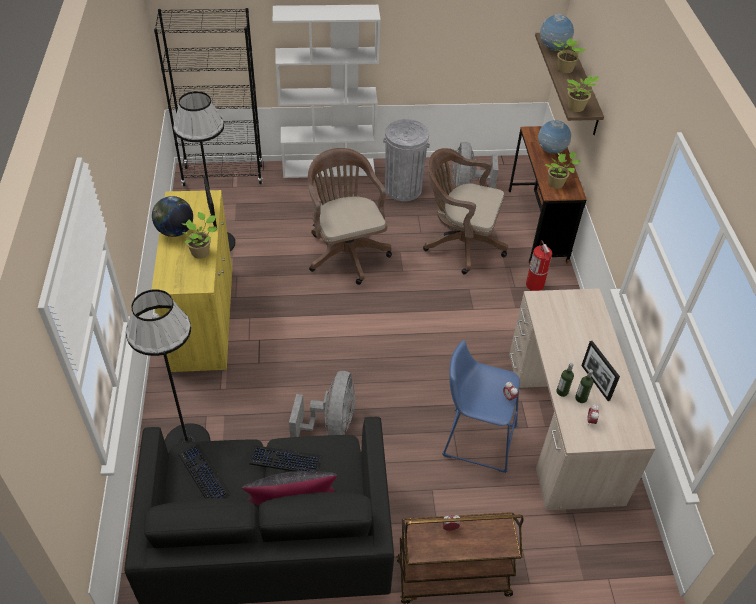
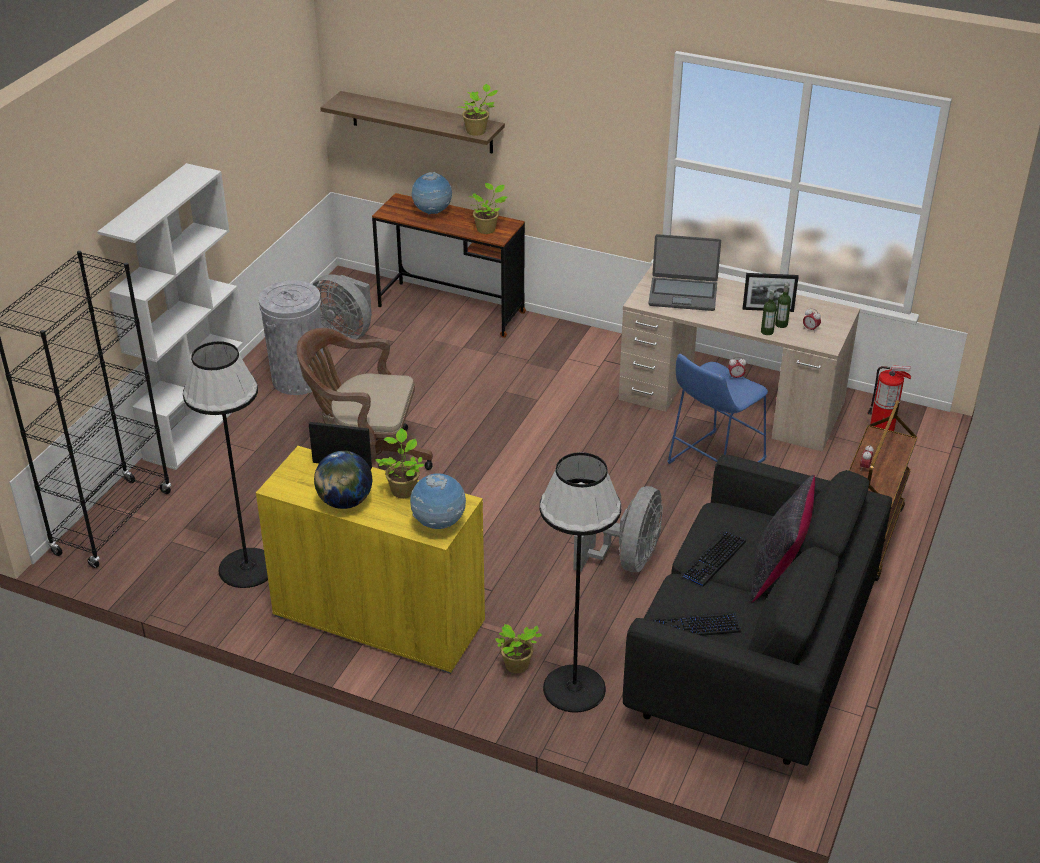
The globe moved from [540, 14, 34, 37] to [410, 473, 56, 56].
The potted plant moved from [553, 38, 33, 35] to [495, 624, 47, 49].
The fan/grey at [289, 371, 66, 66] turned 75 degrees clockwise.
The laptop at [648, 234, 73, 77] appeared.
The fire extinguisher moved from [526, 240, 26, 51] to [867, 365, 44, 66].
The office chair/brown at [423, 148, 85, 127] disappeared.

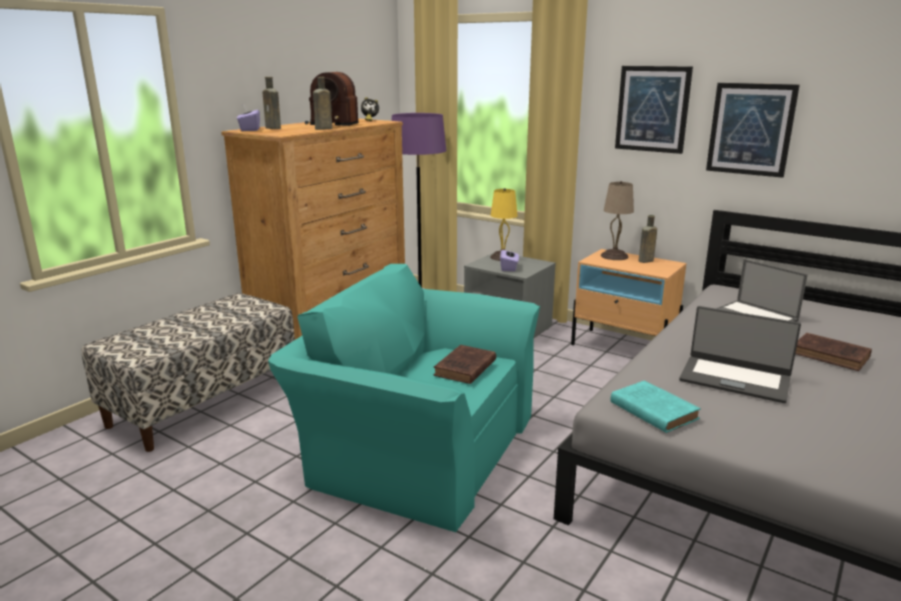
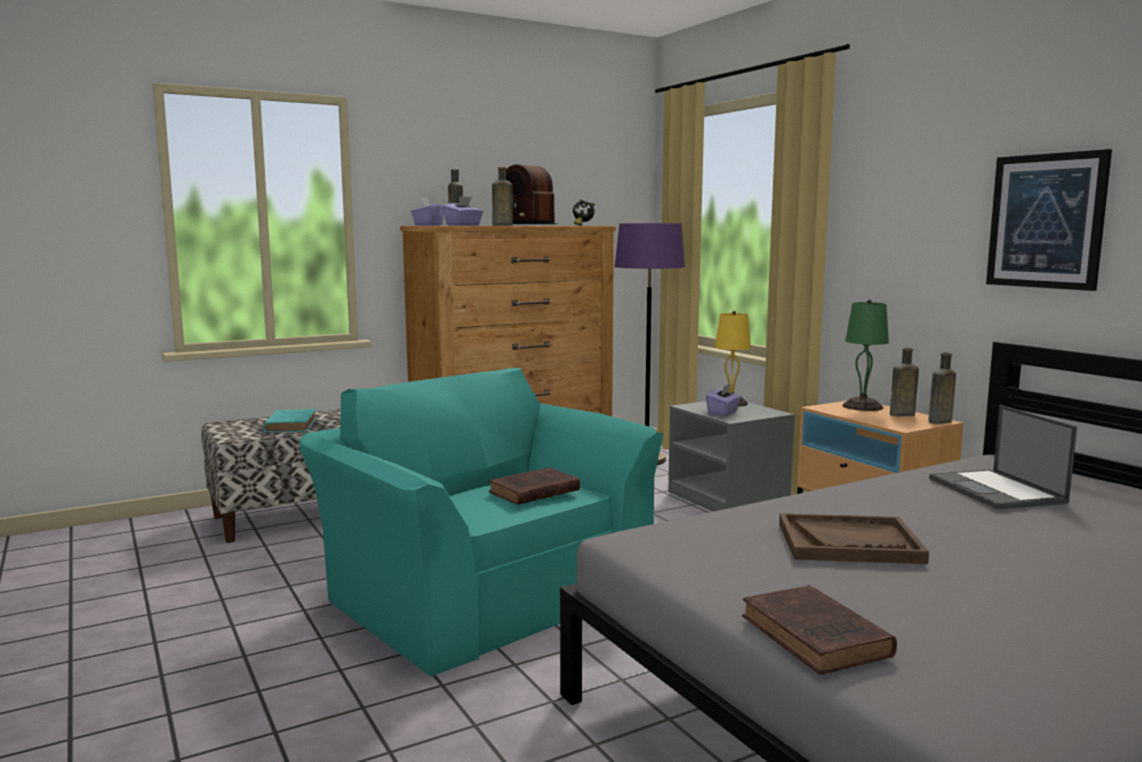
The book/turquoise moved from [610, 380, 91, 53] to [263, 409, 54, 24].
The tissue box/purple at [443, 196, 40, 30] appeared.
The book/brown moved from [795, 333, 77, 38] to [742, 585, 155, 90].
The laptop at [679, 306, 122, 97] was replaced by the tray/brown at [779, 513, 150, 51].
The table lamp/beige at [601, 181, 33, 79] became the table lamp/green at [842, 299, 47, 112].
The bottle/brown at [928, 352, 28, 72] appeared.
The picture at [615, 66, 78, 88] disappeared.

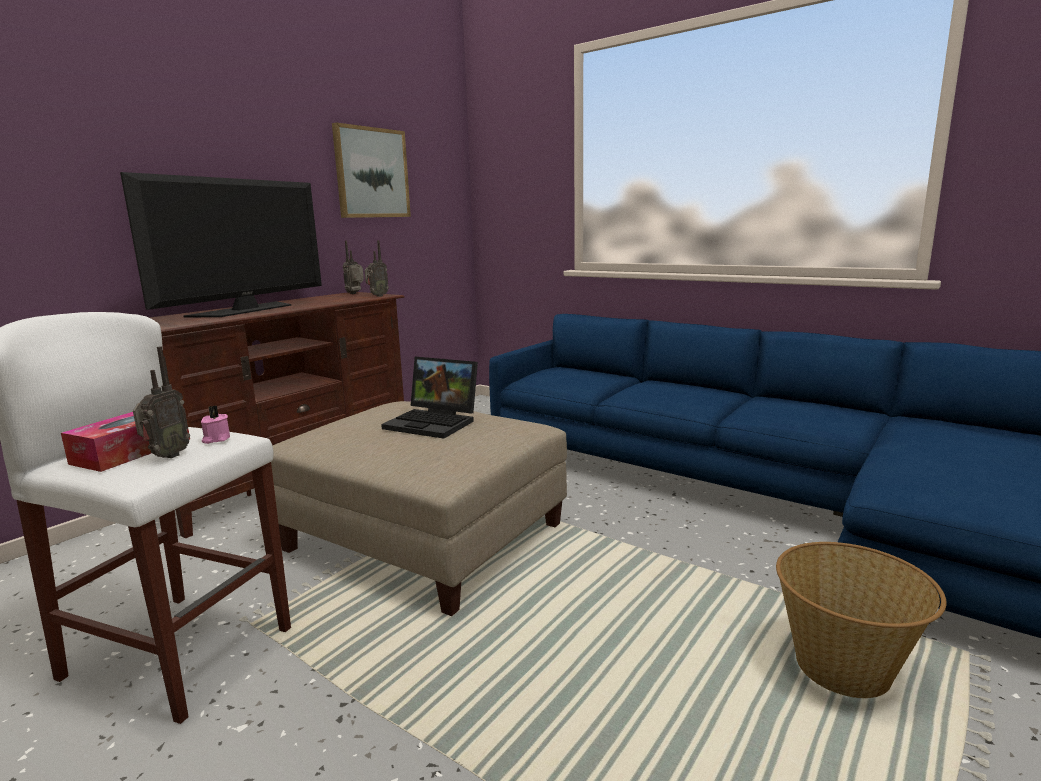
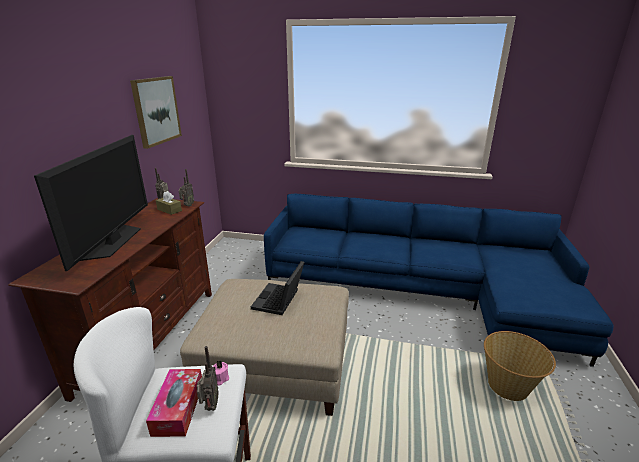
The tissue box/brown at [156, 191, 26, 24] appeared.
The laptop at [381, 357, 97, 82] turned 105 degrees clockwise.

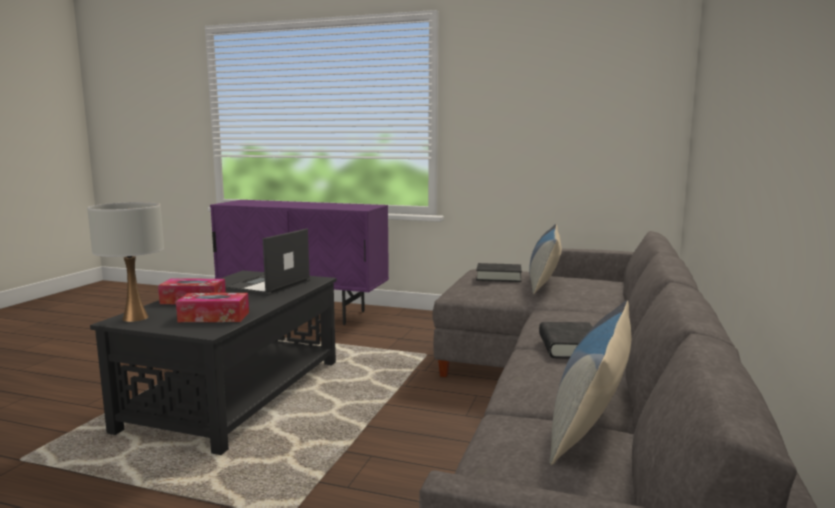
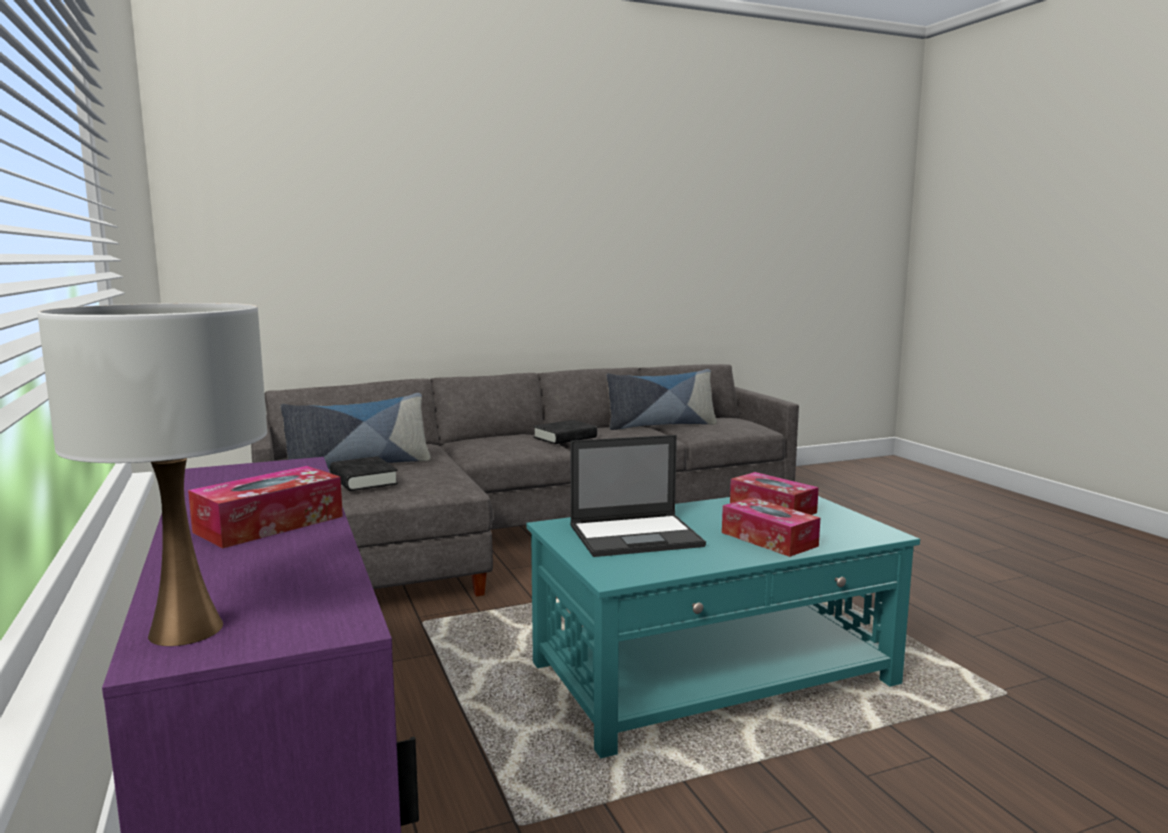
The table lamp/white moved from [87, 202, 77, 120] to [37, 303, 230, 343].
The tissue box at [188, 466, 155, 82] appeared.
The coffee table/black at [90, 270, 246, 185] became the coffee table/turquoise at [526, 496, 394, 262].

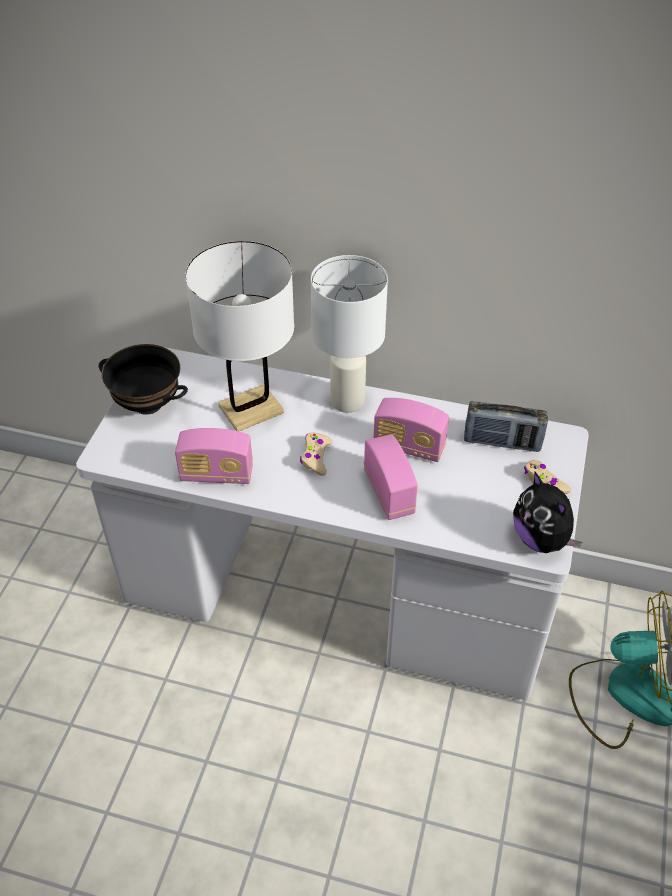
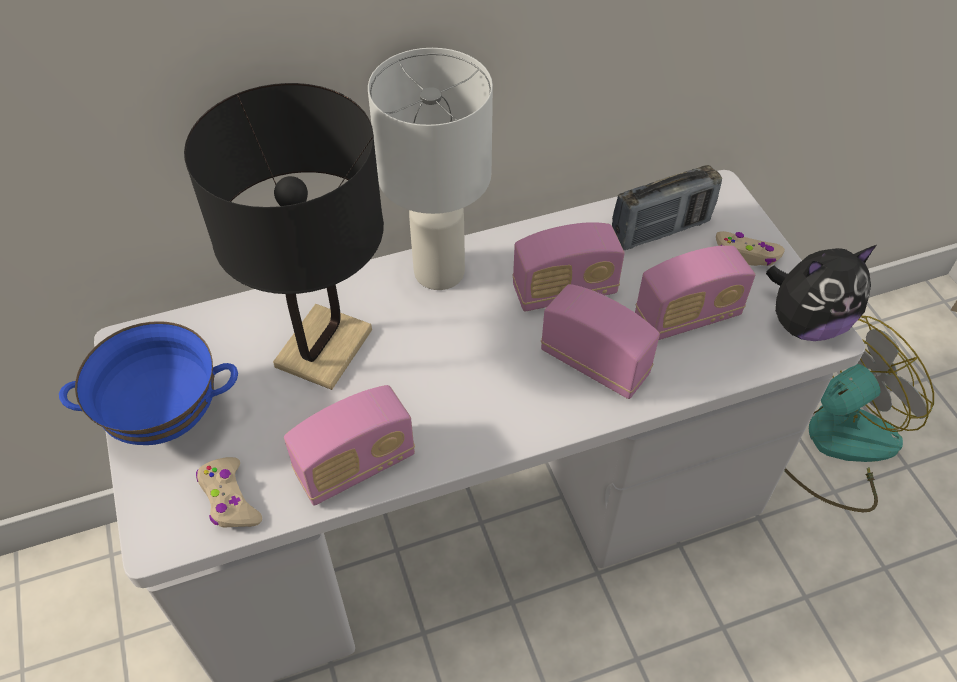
The bowl/black at [99, 344, 89, 71] became the bowl/blue at [59, 321, 179, 124].
The table lamp/white at [185, 241, 109, 190] became the table lamp/black at [184, 83, 200, 307].
The game controller/beige moved from [300, 432, 33, 44] to [196, 457, 66, 70].
The radio at [635, 245, 120, 95] appeared.
The plush toy at [513, 472, 69, 81] turned 45 degrees counterclockwise.

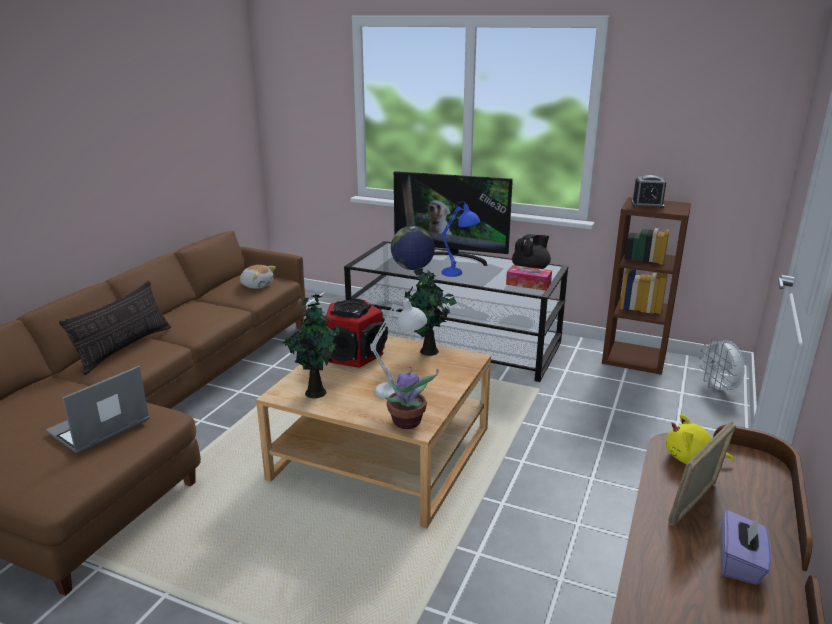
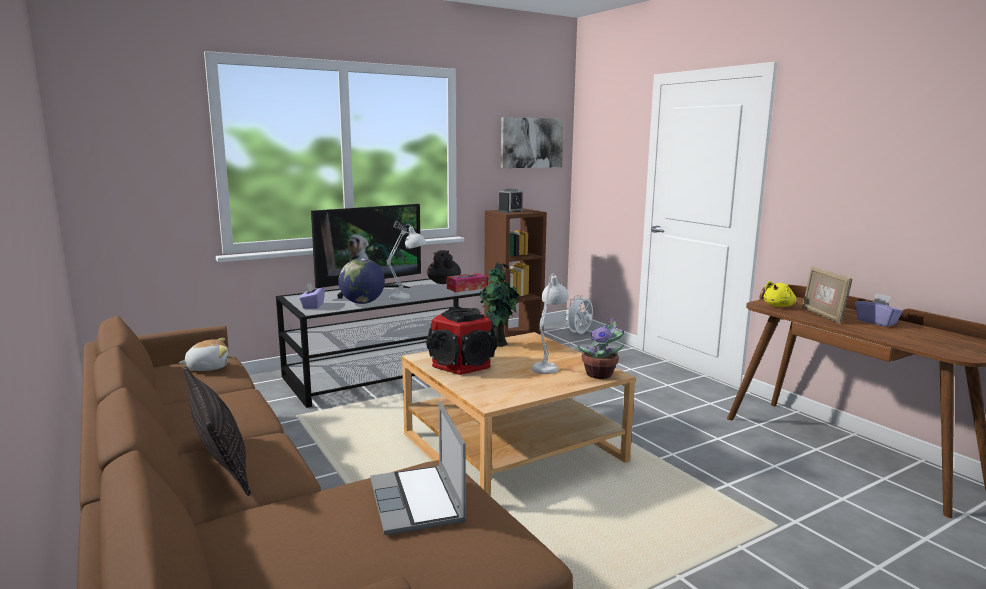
The tissue box/purple at [300, 283, 25, 26] appeared.
The table lamp/blue at [441, 202, 39, 75] became the table lamp/white at [387, 225, 39, 75].
The picture at [501, 117, 63, 51] appeared.
The fan/white at [699, 338, 46, 56] turned 105 degrees clockwise.
The potted plant at [283, 294, 57, 104] disappeared.

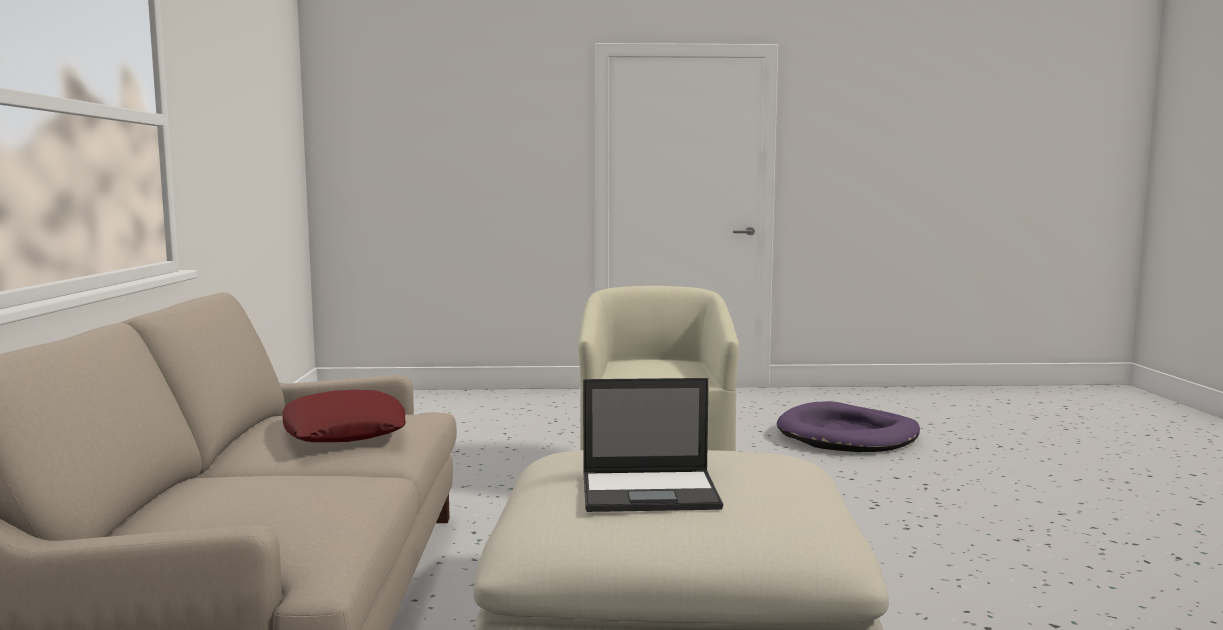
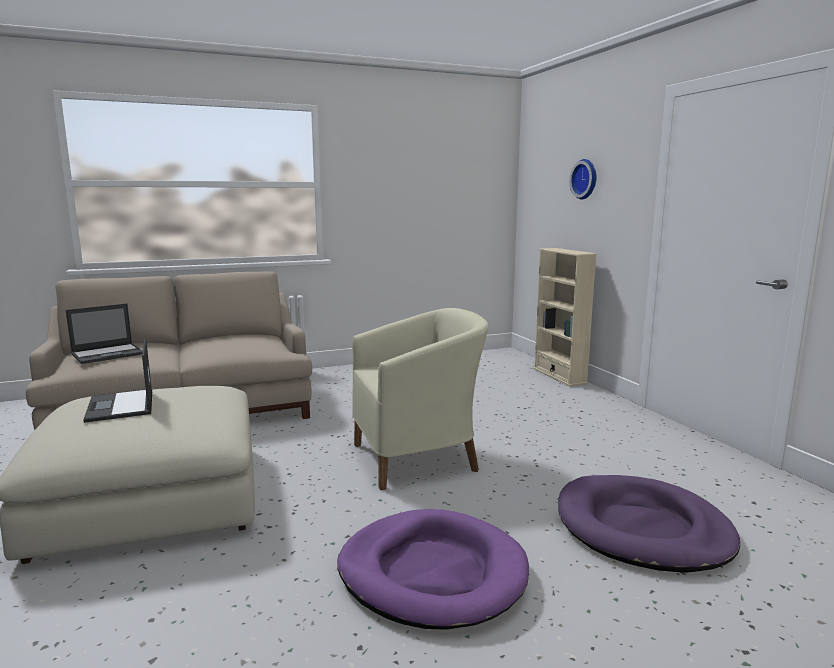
The laptop at [66, 304, 77, 60] appeared.
The dog bed/purple at [337, 509, 192, 121] appeared.
The bookcase/beige at [533, 248, 64, 139] appeared.
The wall clock at [569, 159, 28, 40] appeared.
The pillow/red at [282, 390, 124, 52] disappeared.

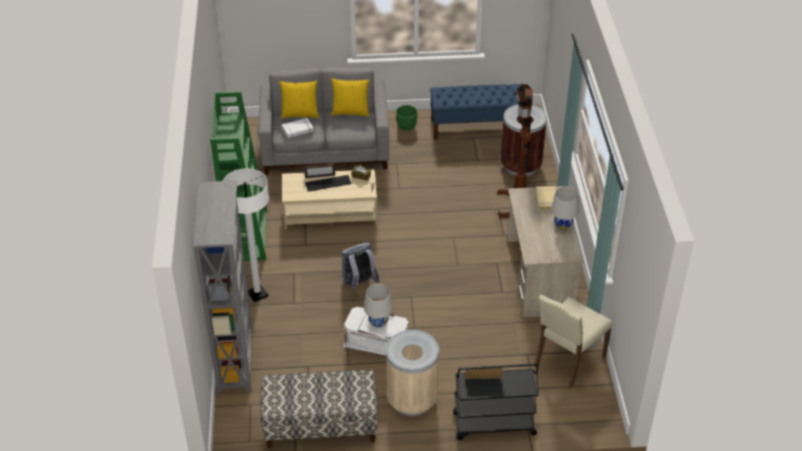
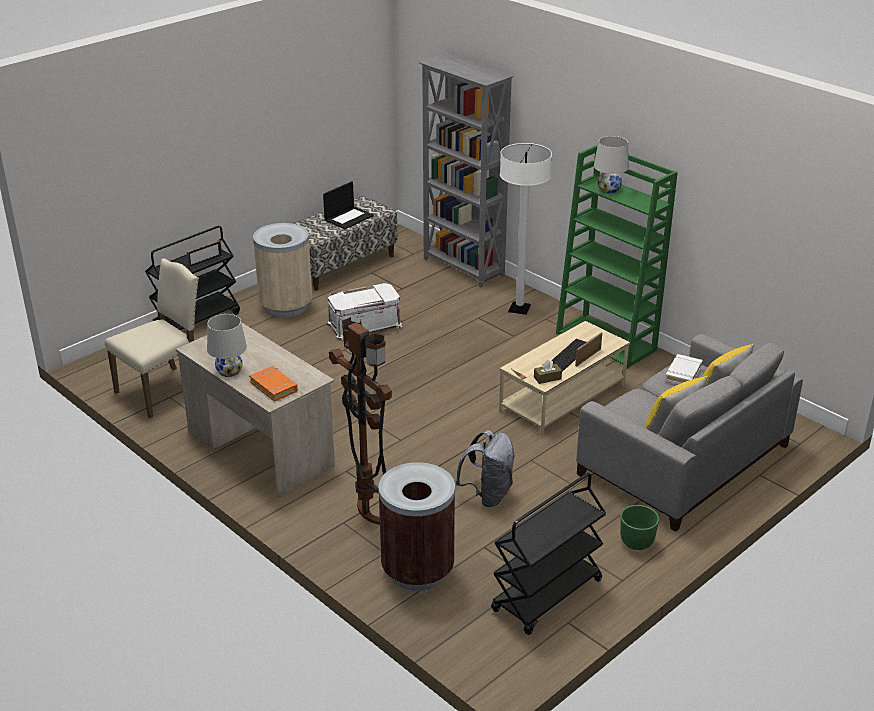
The chair/beige at [534, 295, 79, 93] turned 45 degrees clockwise.
The book/beige at [536, 186, 20, 25] became the book/orange at [249, 366, 49, 35].
The laptop at [323, 181, 51, 48] appeared.
The backpack/grey moved from [341, 243, 39, 47] to [455, 430, 60, 77].
The bench/blue at [430, 84, 90, 56] was replaced by the cart/black at [491, 473, 115, 162].
The table lamp/white moved from [364, 284, 29, 43] to [594, 136, 35, 57].

